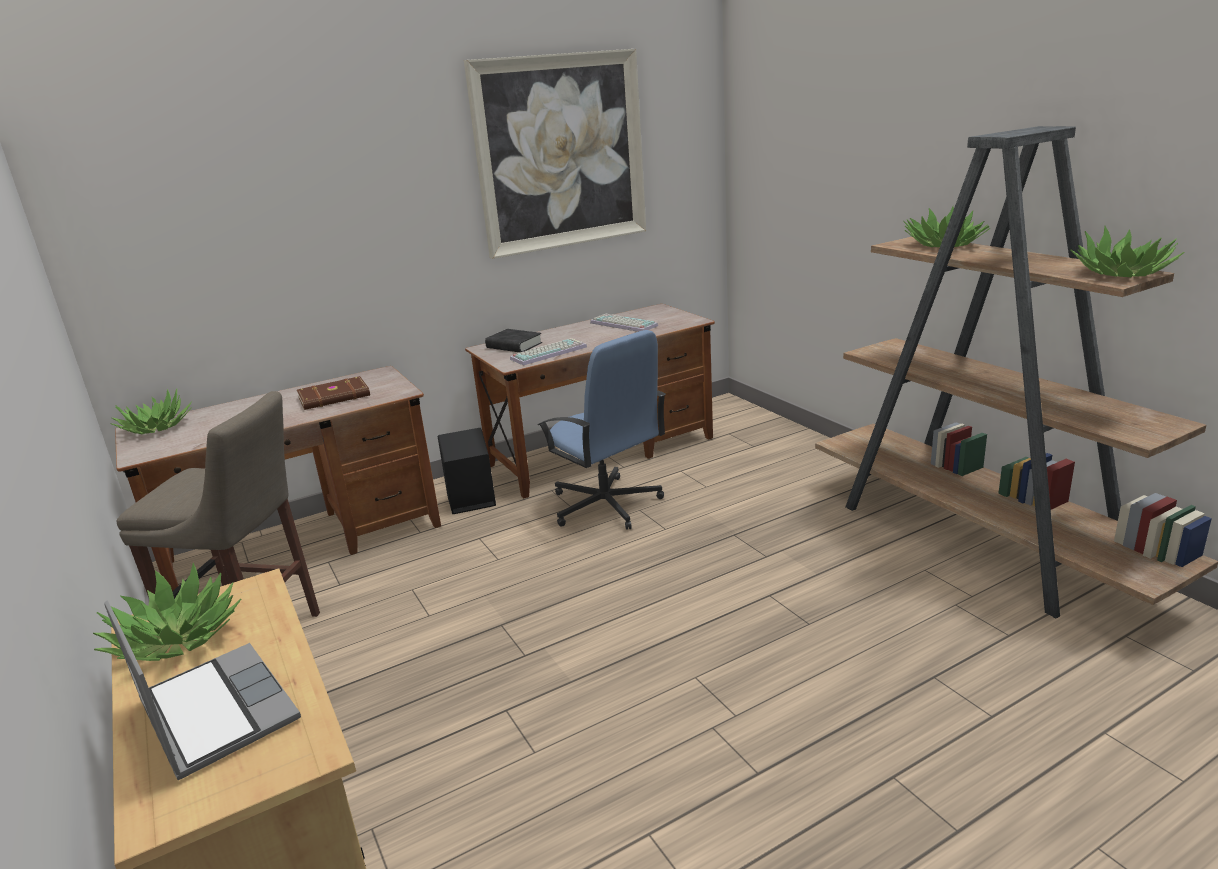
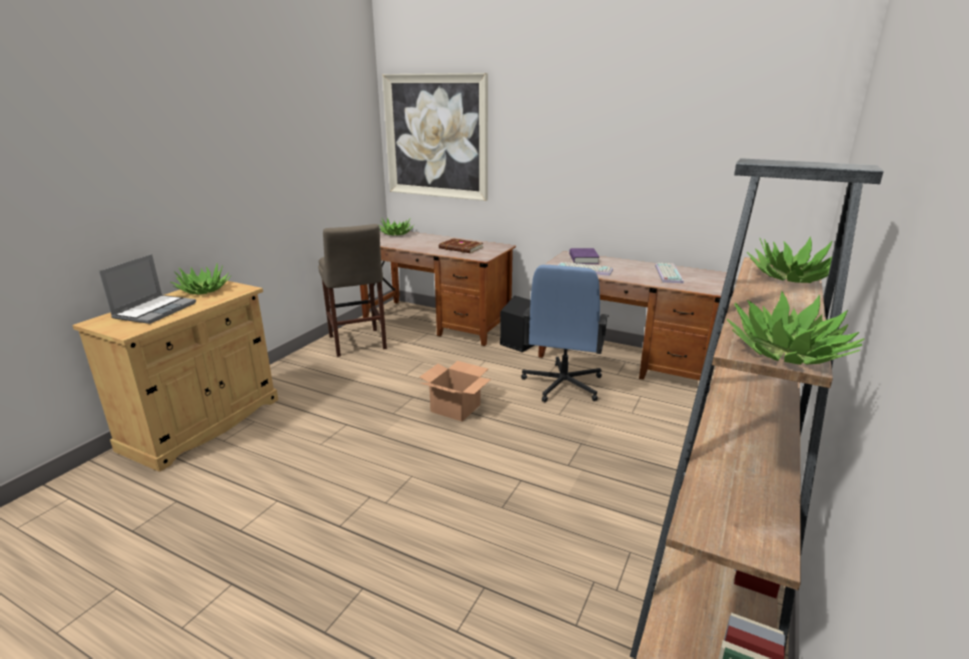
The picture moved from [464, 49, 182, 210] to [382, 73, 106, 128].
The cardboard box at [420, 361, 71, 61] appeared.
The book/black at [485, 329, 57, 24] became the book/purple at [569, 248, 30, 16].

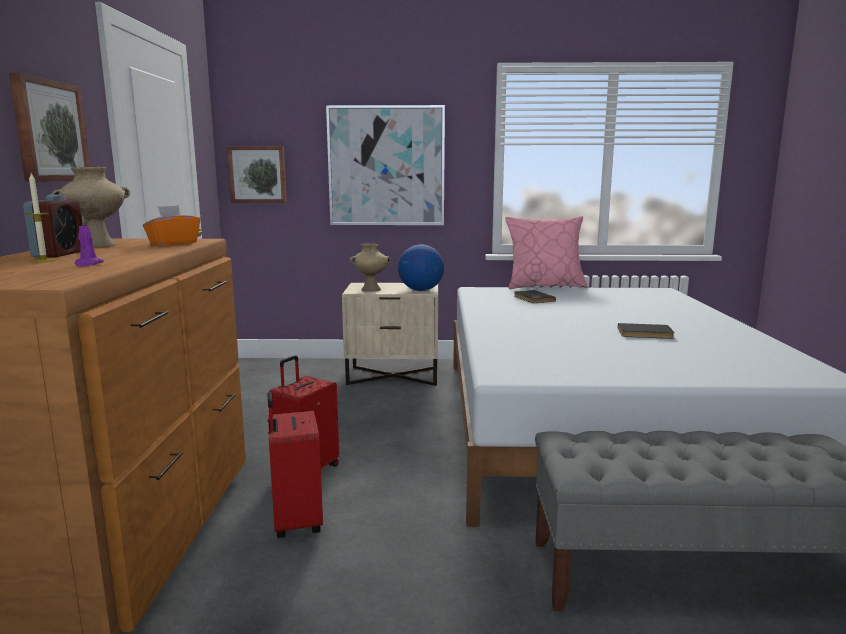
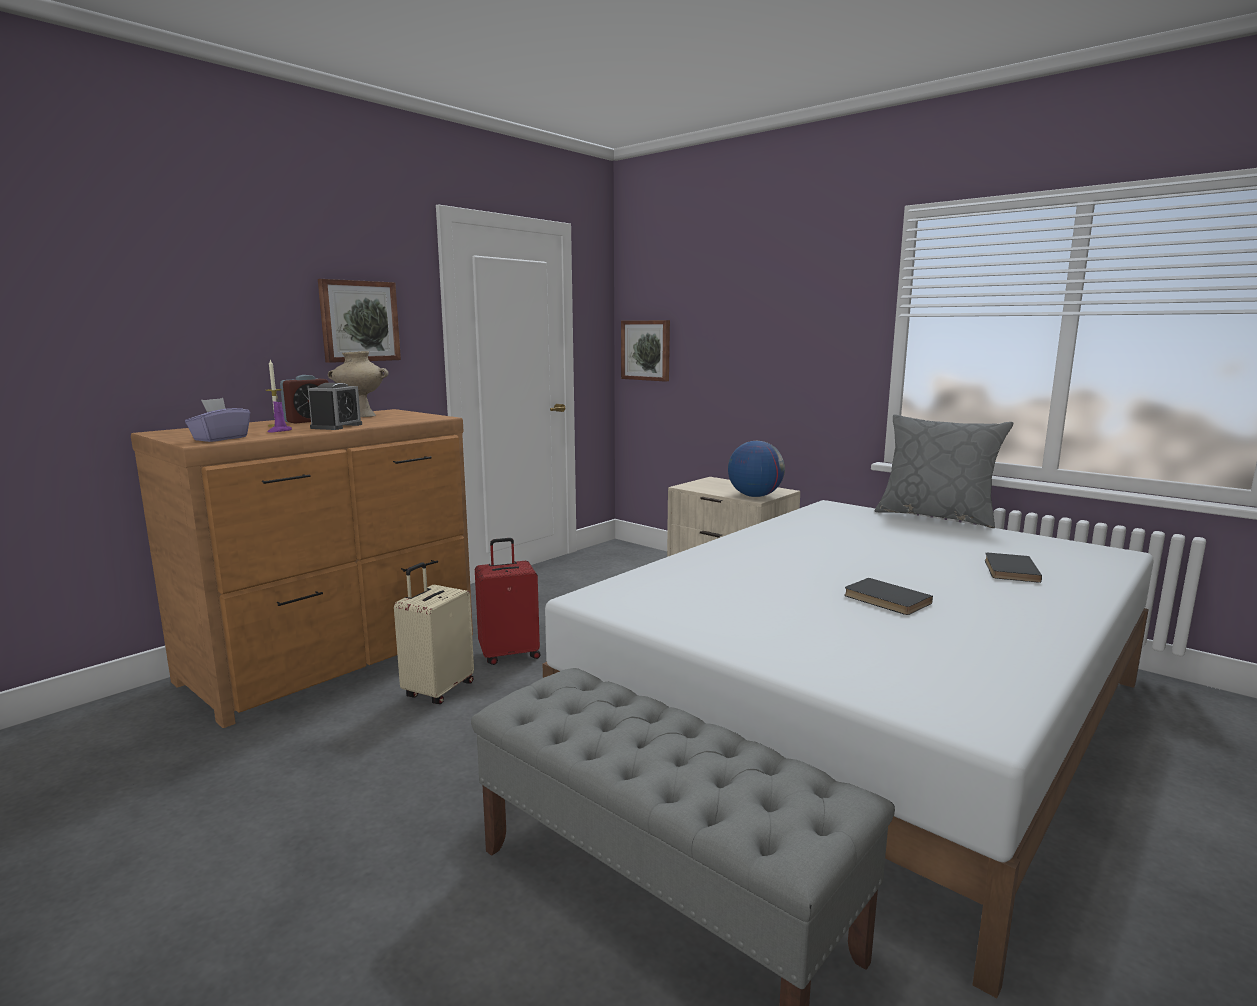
The tissue box/purple at [185, 398, 65, 44] appeared.
The alarm clock at [308, 383, 54, 47] appeared.
The suitcase/red at [267, 392, 56, 146] became the suitcase/beige at [394, 563, 80, 141].
The pillow/pink at [505, 216, 83, 73] became the pillow/grey at [875, 414, 139, 114].
The book/black moved from [514, 290, 42, 13] to [985, 553, 57, 30].
The tissue box/orange at [143, 205, 57, 40] disappeared.
The picture at [326, 105, 119, 120] disappeared.
The vase/beige at [350, 244, 41, 48] disappeared.

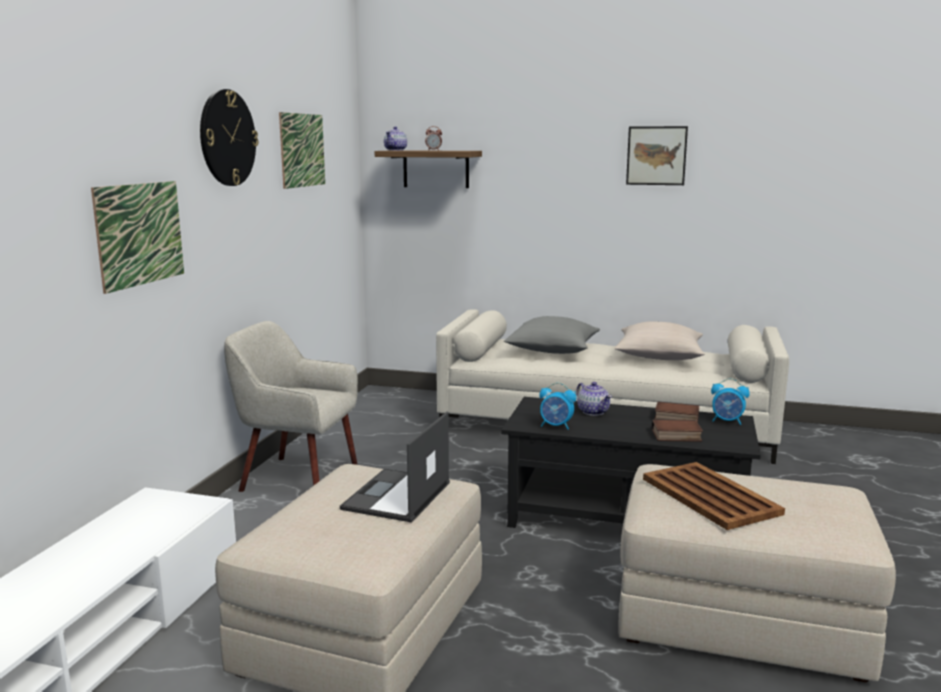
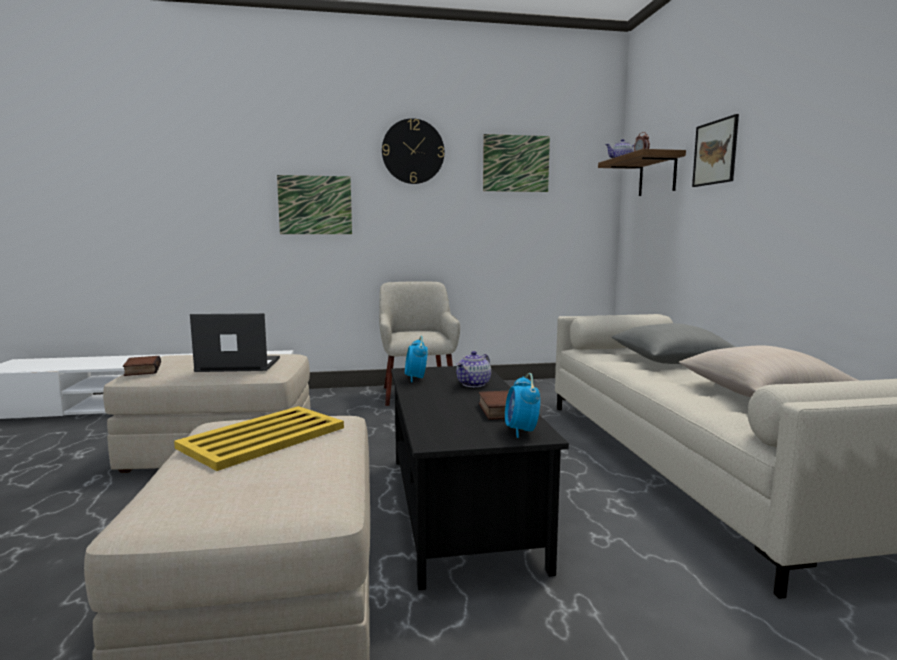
The book moved from [652, 419, 51, 23] to [123, 356, 38, 20].
The tray/brown at [643, 462, 142, 68] became the tray/yellow at [174, 406, 170, 65].
The picture moved from [626, 126, 62, 59] to [692, 114, 47, 73].

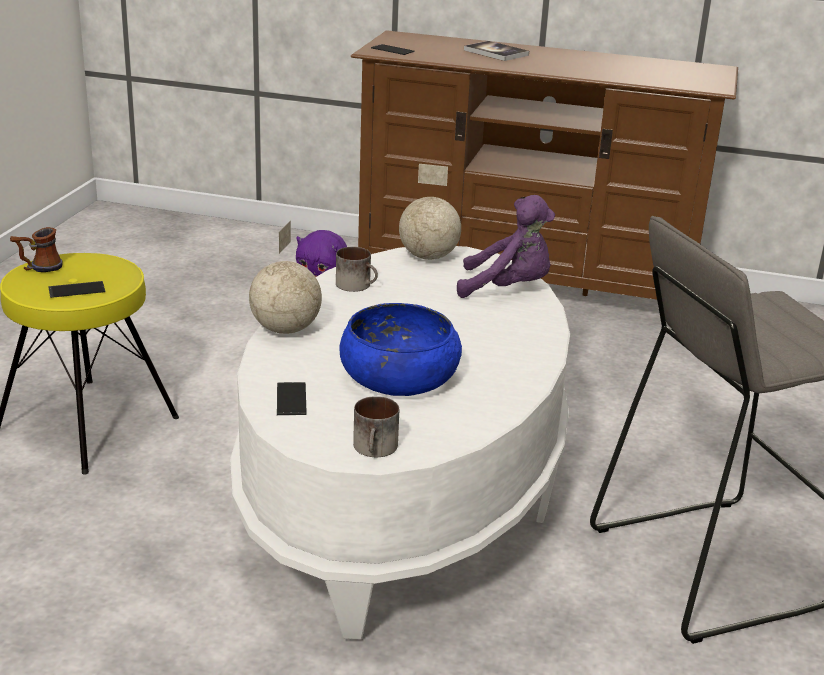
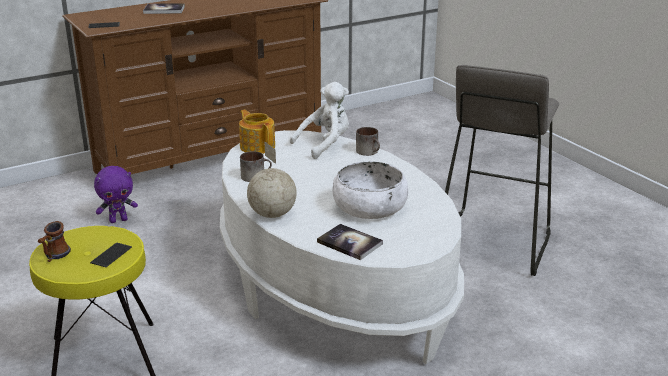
The globe at [399, 164, 62, 96] was replaced by the teapot at [239, 110, 36, 44].
The plush toy/purple at [457, 195, 98, 103] became the plush toy/white at [290, 82, 59, 77].
The phone at [277, 382, 30, 33] was replaced by the book at [317, 224, 66, 36].
The bowl/blue at [340, 303, 122, 93] became the bowl/white at [332, 162, 76, 57].
The mug moved from [353, 396, 46, 61] to [356, 127, 24, 29].

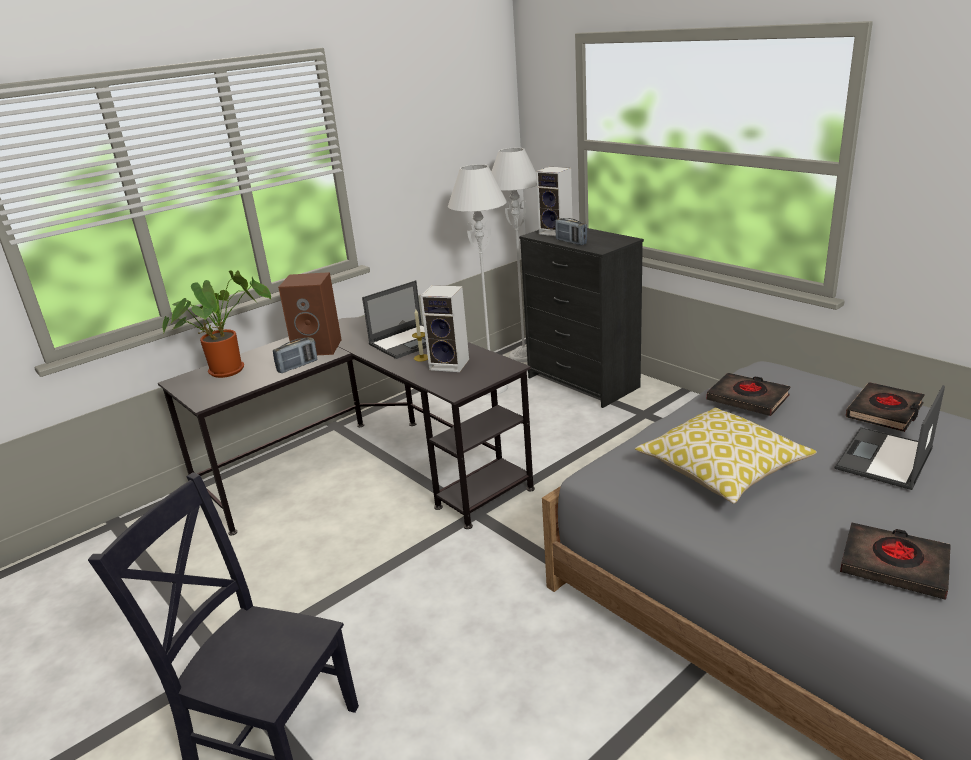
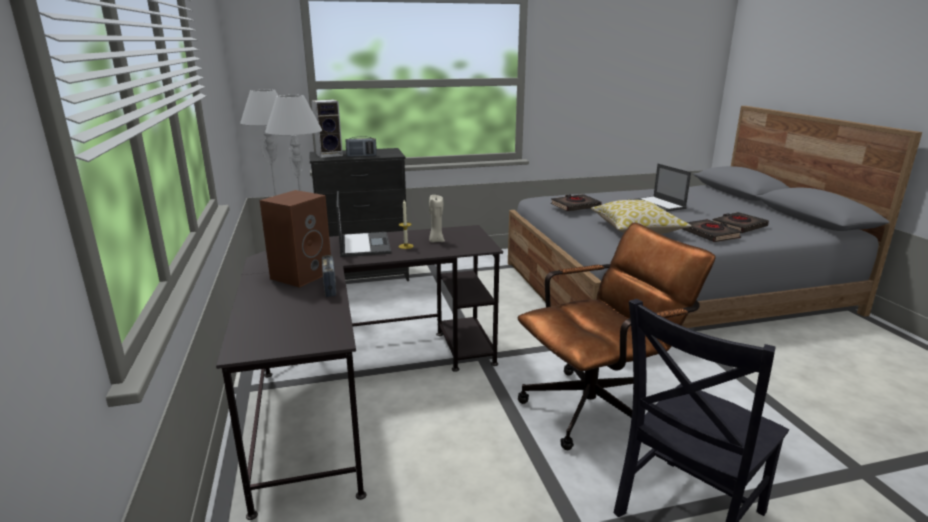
The speaker at [420, 285, 49, 87] was replaced by the candle/beige at [429, 195, 16, 47].
The office chair/brown at [518, 222, 198, 228] appeared.
The book/black moved from [846, 382, 79, 50] to [683, 219, 59, 23].
The potted plant at [162, 270, 109, 108] disappeared.

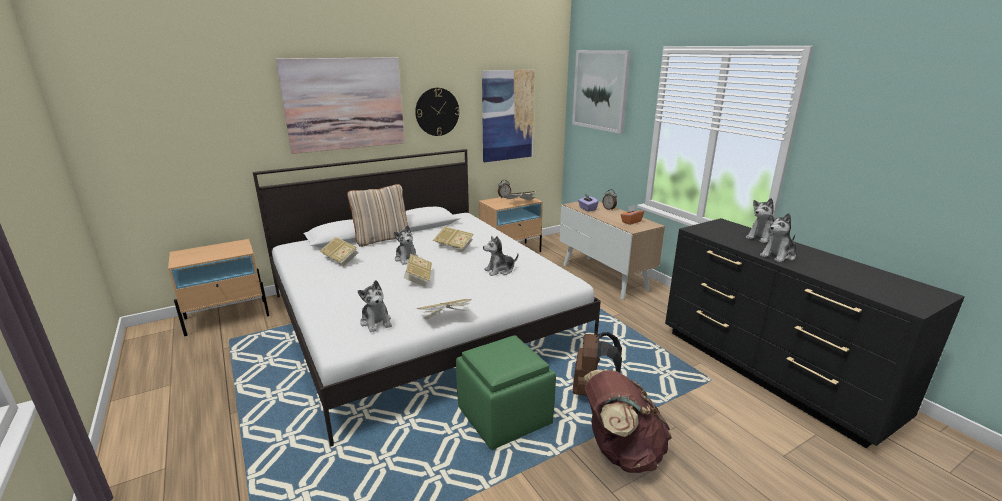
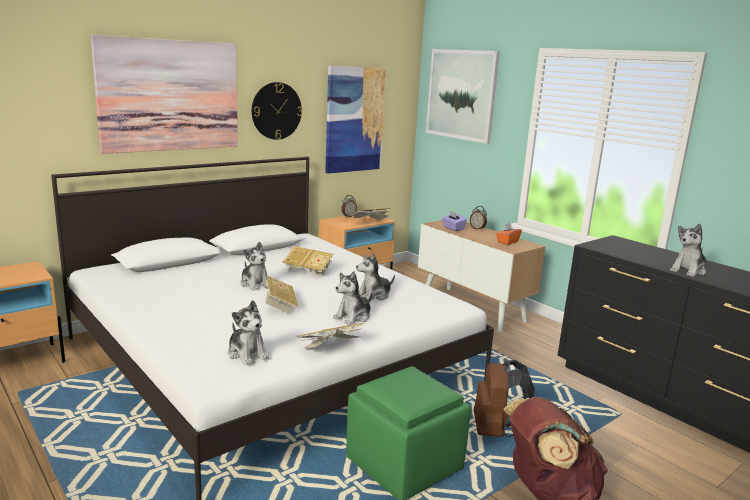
The plush toy moved from [746, 198, 27, 45] to [333, 271, 39, 54].
The book at [320, 237, 39, 30] disappeared.
The pillow/beige at [347, 184, 61, 63] disappeared.

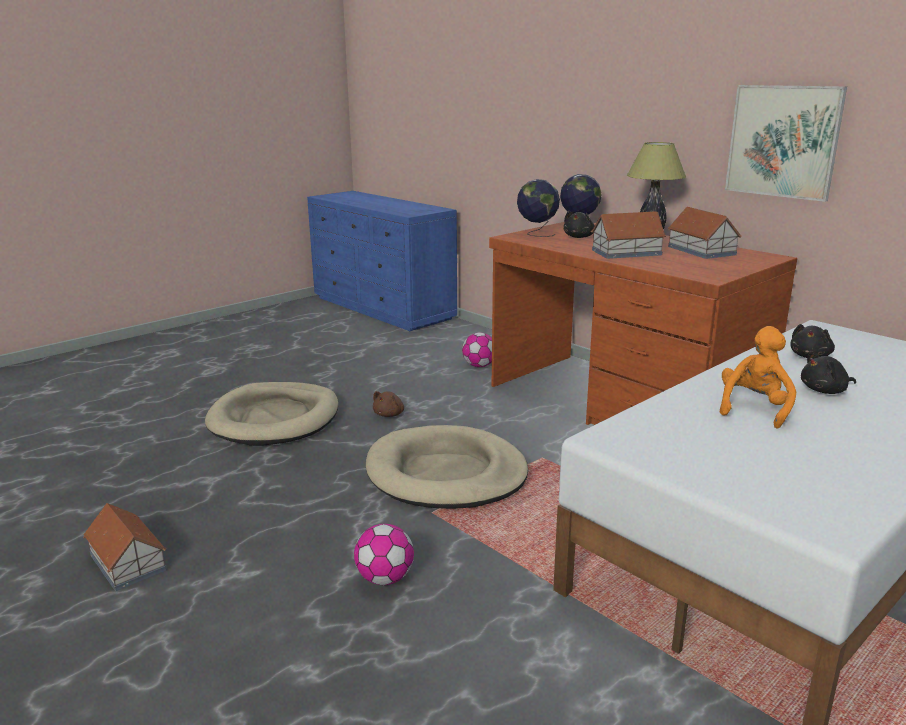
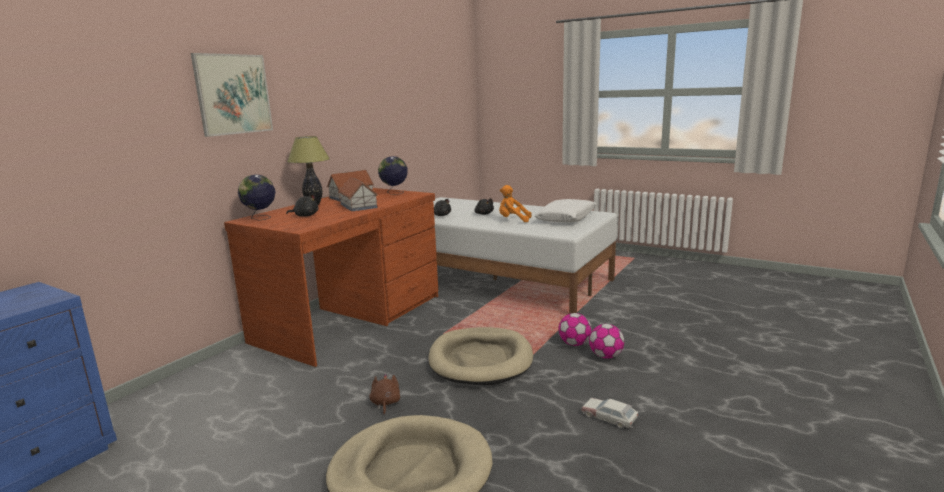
The picture moved from [725, 85, 122, 117] to [191, 53, 82, 84].
The plush toy/brown at [373, 391, 31, 26] turned 105 degrees counterclockwise.
The globe moved from [517, 179, 43, 58] to [378, 156, 30, 39].
The pillow/white at [535, 199, 62, 23] appeared.
The football moved from [462, 332, 30, 35] to [558, 313, 34, 33].
The toy car at [581, 398, 57, 31] appeared.
The toy house at [83, 503, 84, 88] disappeared.

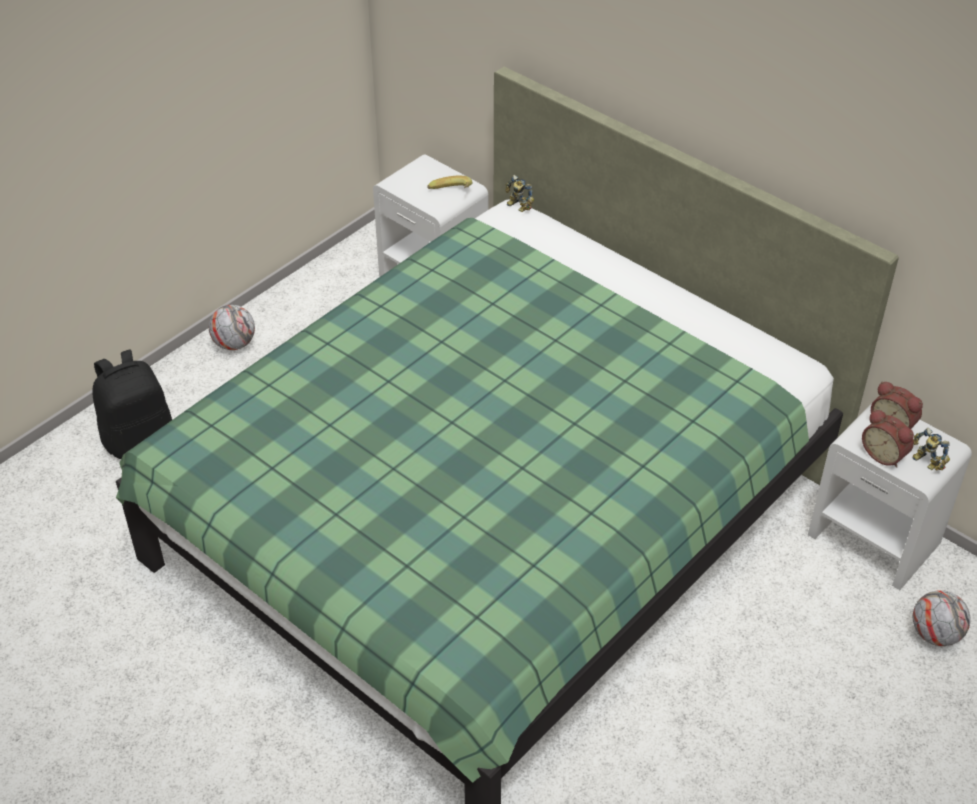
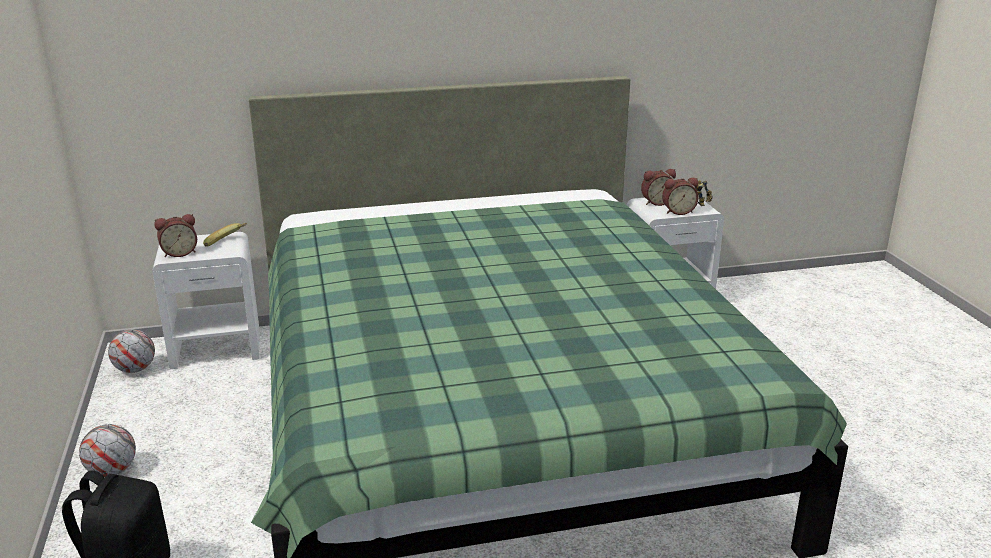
The football moved from [913, 590, 58, 56] to [108, 329, 47, 44].
The alarm clock at [154, 214, 43, 43] appeared.
The toy robot at [506, 175, 28, 37] disappeared.

